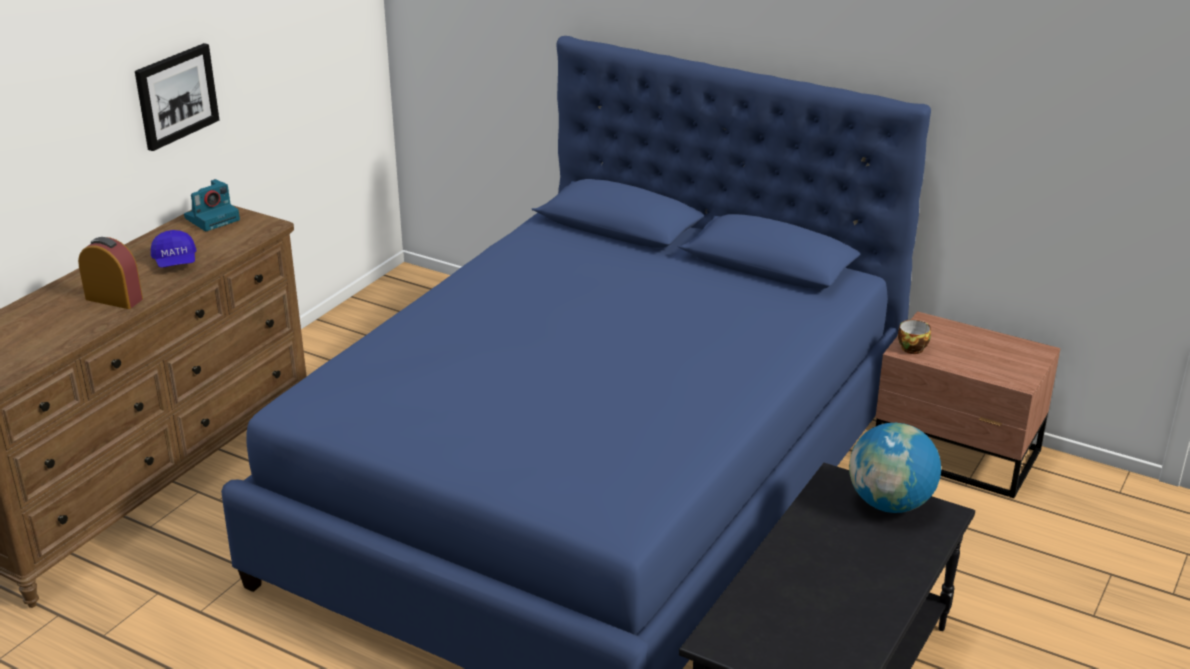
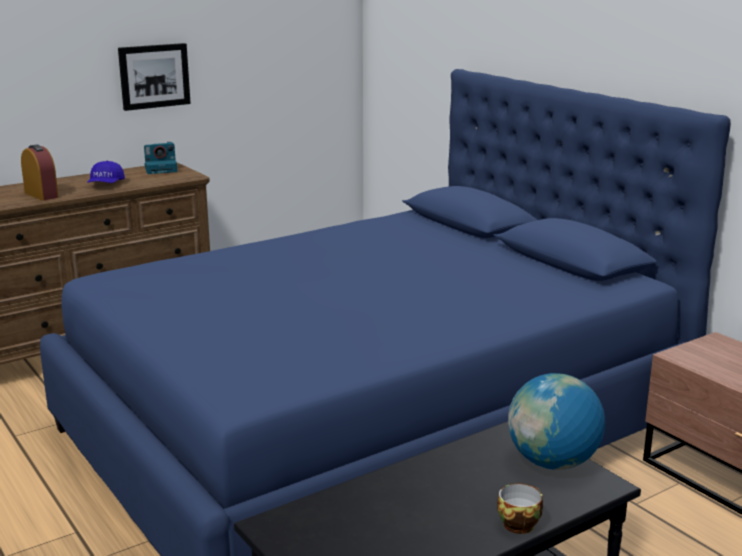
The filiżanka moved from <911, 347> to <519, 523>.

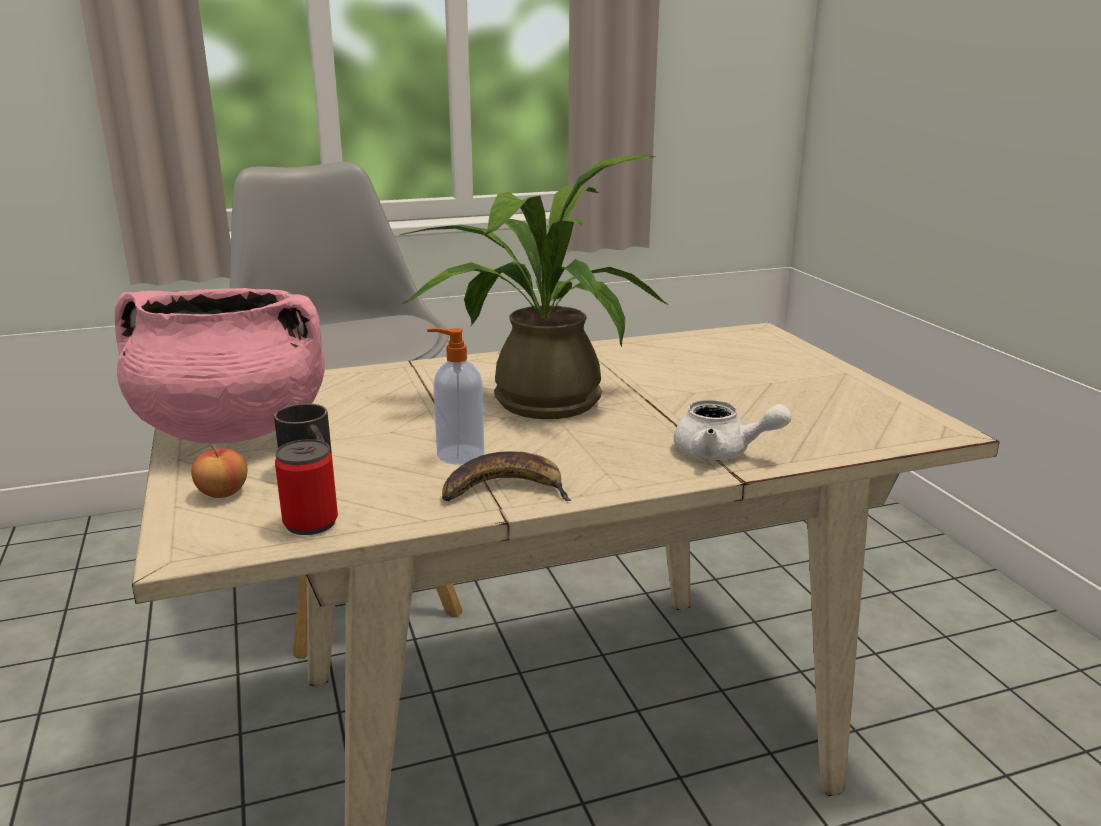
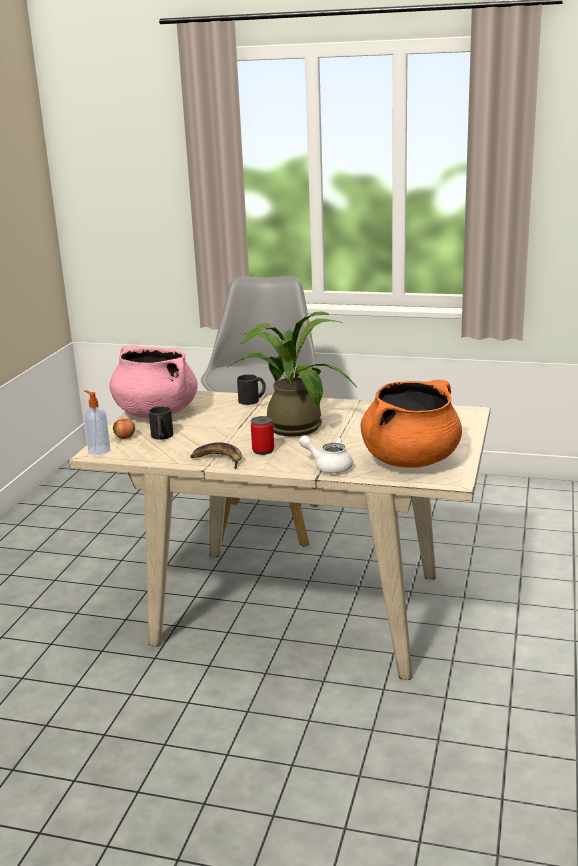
The puszka moved from <311, 523> to <263, 450>.
The dozownik mydła moved from <458, 455> to <98, 450>.
The imbryk (biały) at <722, 453> turned 150 degrees clockwise.
The kubek (czarny) at <252, 400> appeared.
The garnek (pomarańczowy) at <410, 460> appeared.

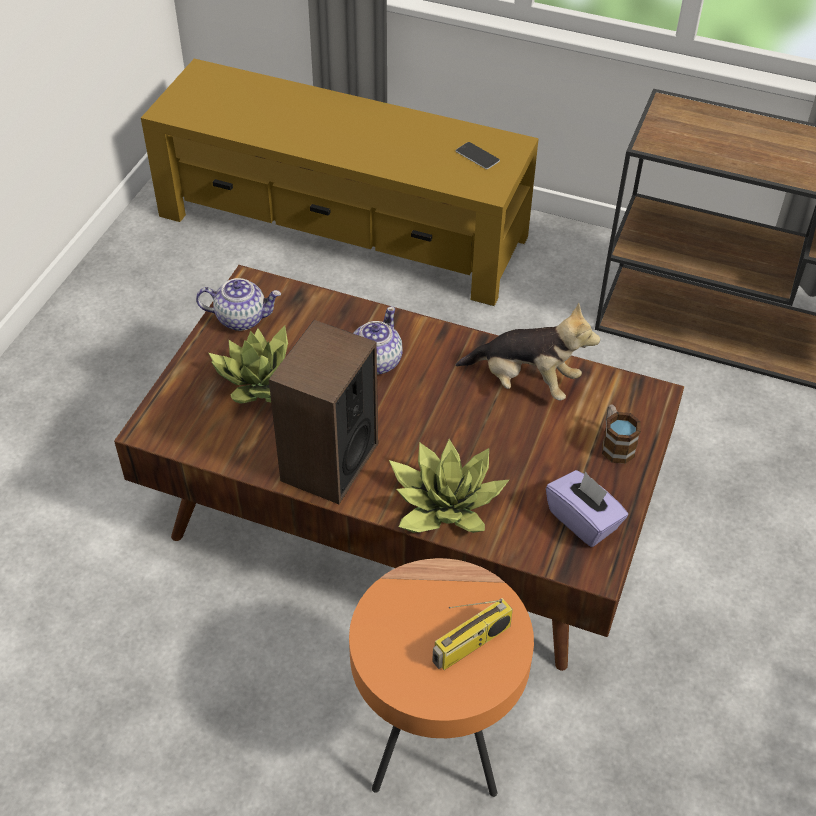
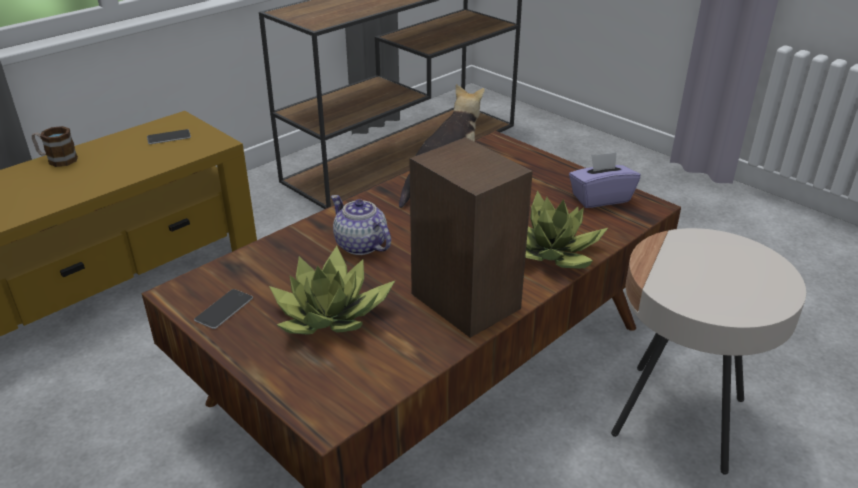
The imbryk at <242, 318> was replaced by the telefon at <224, 309>.
The stolik (pomarańczowy) at <435, 737> became the stolik (beżowy) at <678, 417>.
The radio at <471, 644> disappeared.
The kubek moved from <615, 444> to <57, 160>.

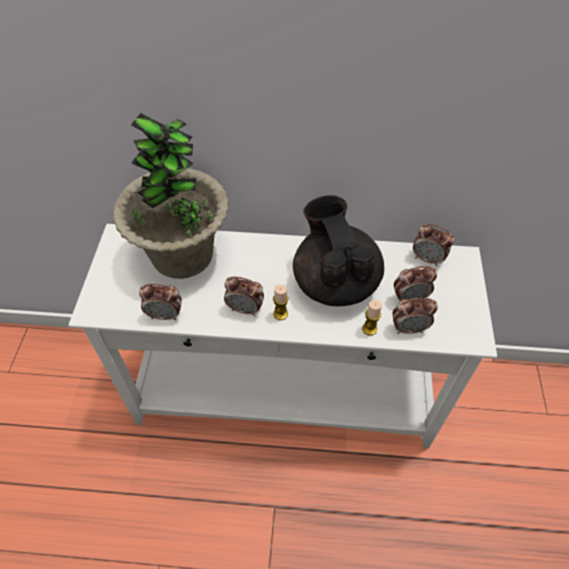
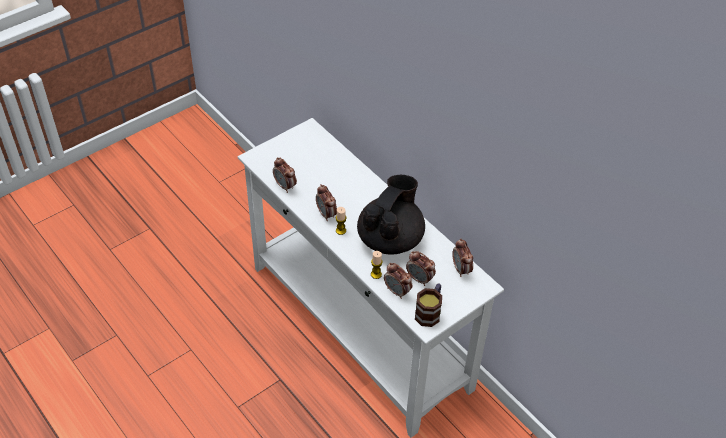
The roślina doniczkowa at <182, 255> disappeared.
The kubek at <429, 312> appeared.

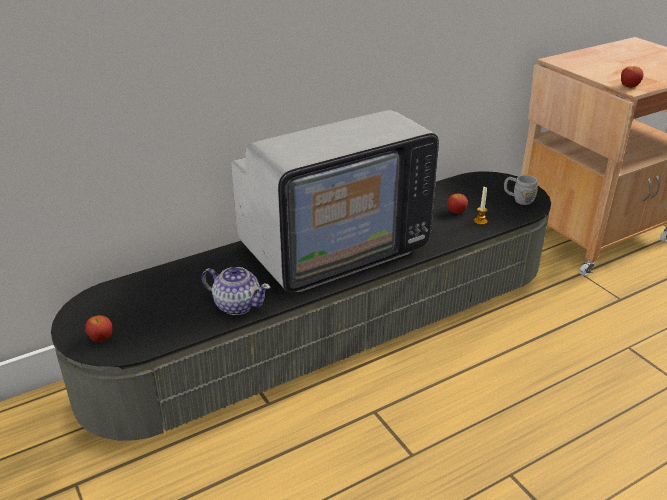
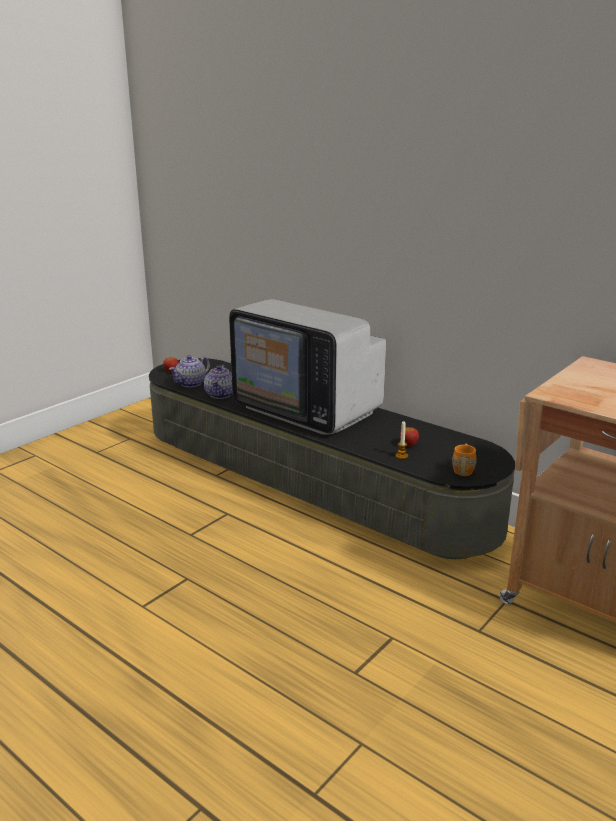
The kubek (szary) at <518, 199> became the kubek (pomarańczowy) at <463, 469>.
The jabłko at <629, 86> disappeared.
The imbryk at <191, 383> appeared.

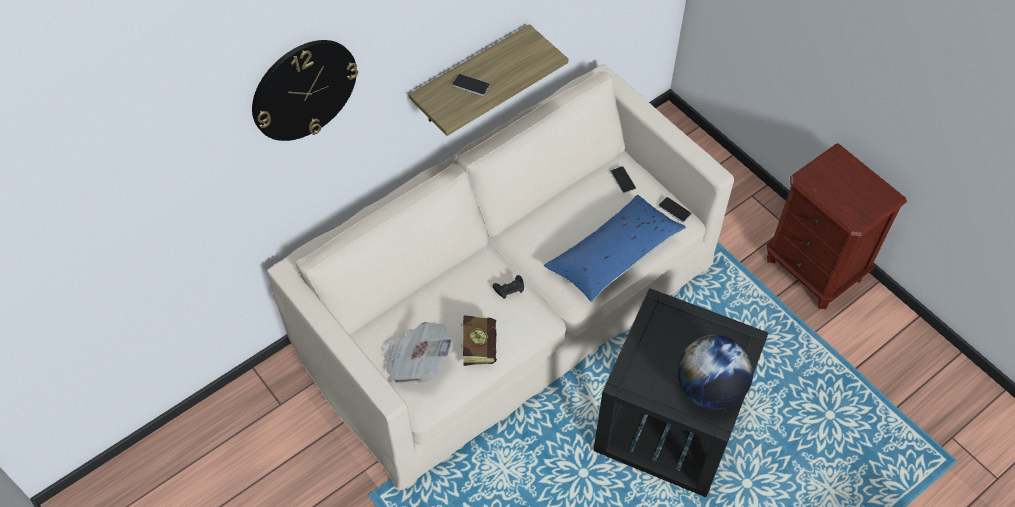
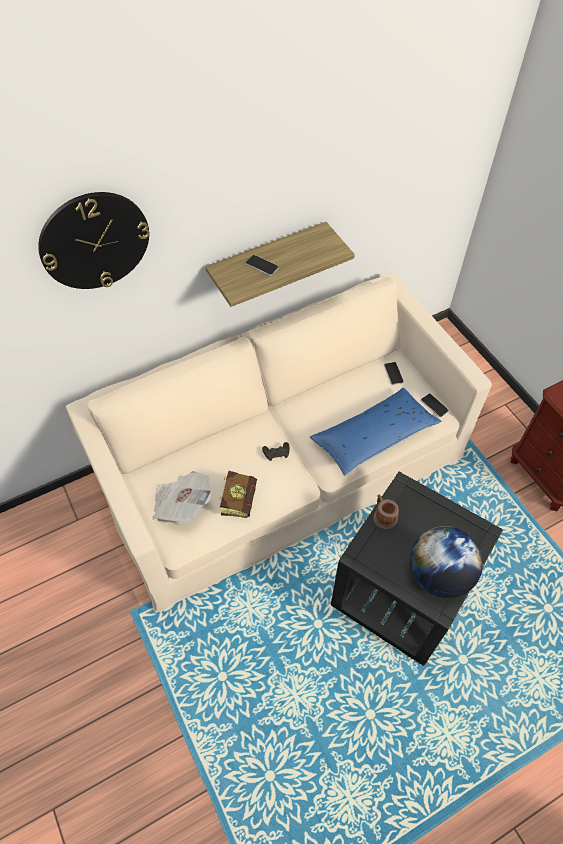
The kubek at <383, 516> appeared.

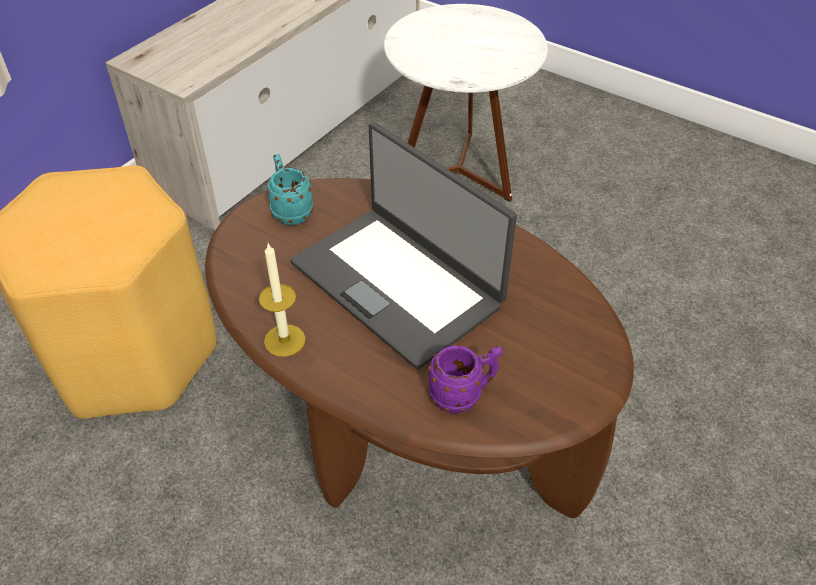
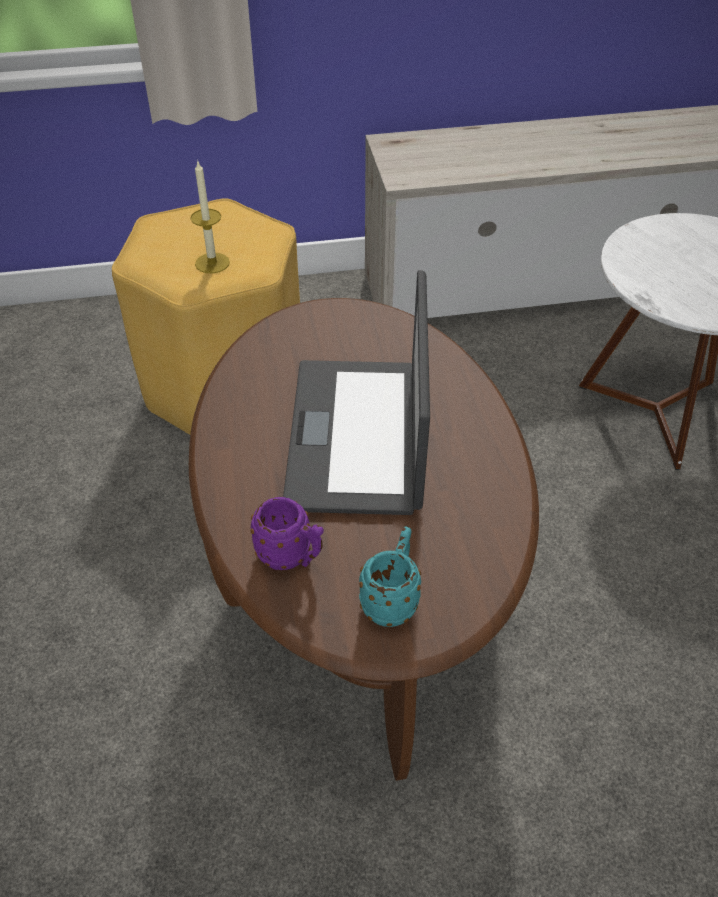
The świeca moved from <284, 340> to <212, 263>.
The kubek (turkusowy) moved from <290, 210> to <392, 599>.

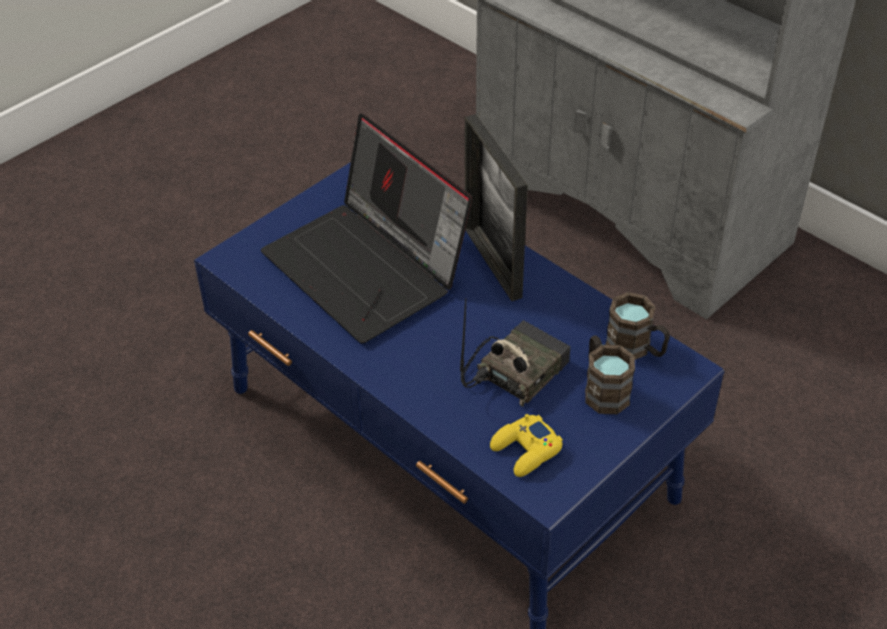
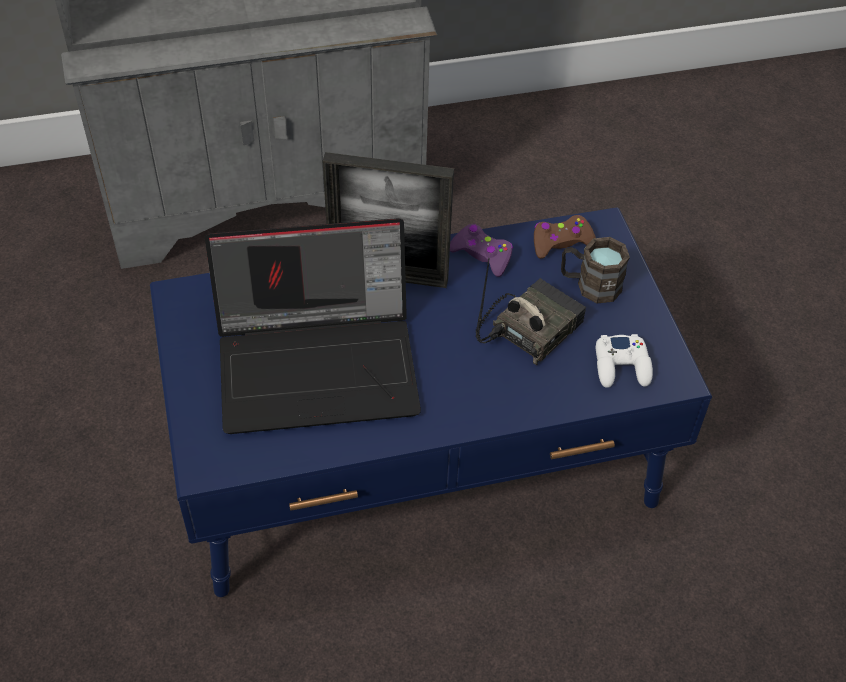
The radio at <514, 370> turned 60 degrees clockwise.
The pad do gier (żółty) at <526, 451> became the pad do gier (biały) at <622, 366>.
The kubek (brązowy) at <636, 349> was replaced by the pad do gier (brązowy) at <561, 242>.
The pad do gier (fioletowy) at <482, 255> appeared.

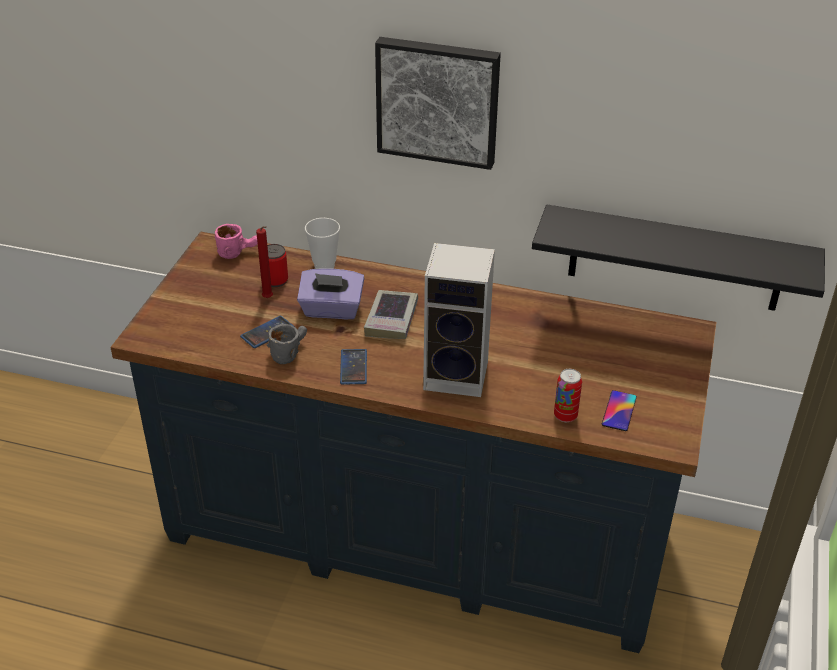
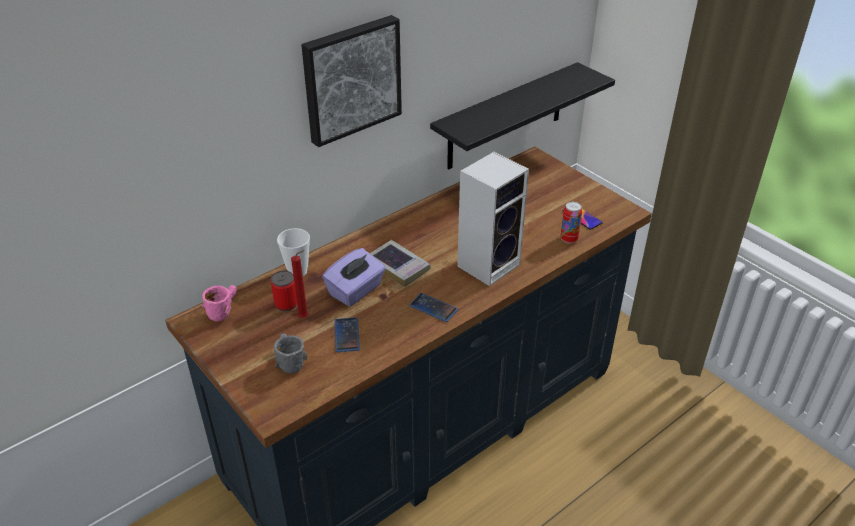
The kubek (szary) moved from <289, 351> to <287, 360>.

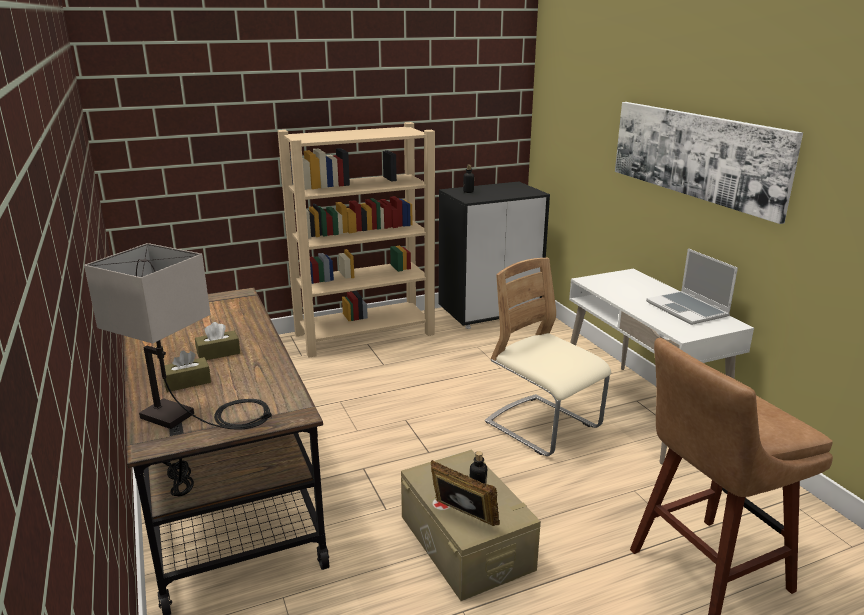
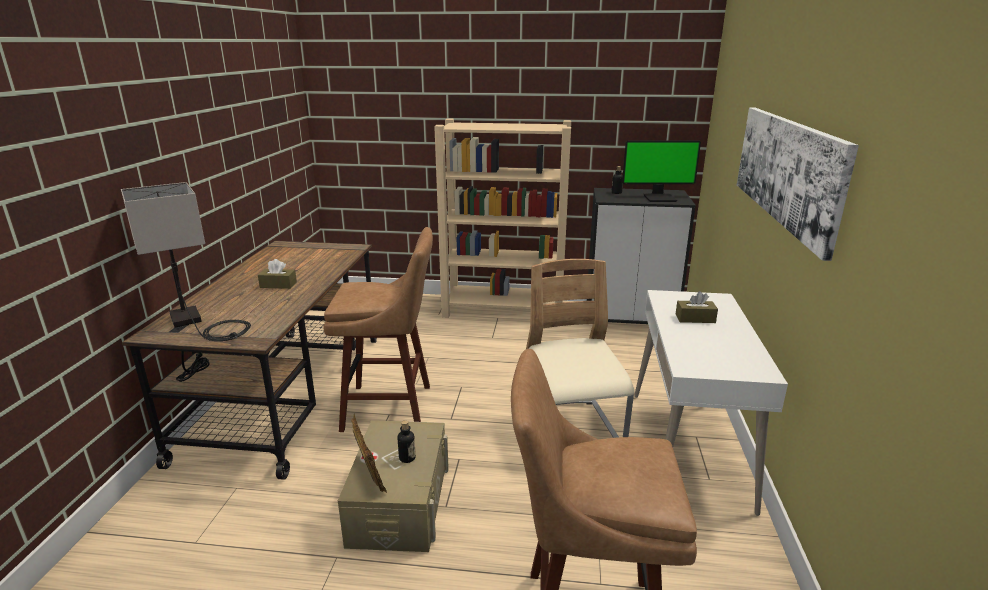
The pudełko chusteczek (brązowy) moved from <187, 382> to <695, 318>.
The laptop at <688, 310> disappeared.
The stołek (brązowy) at <391, 408> appeared.
The monitor at <659, 198> appeared.

